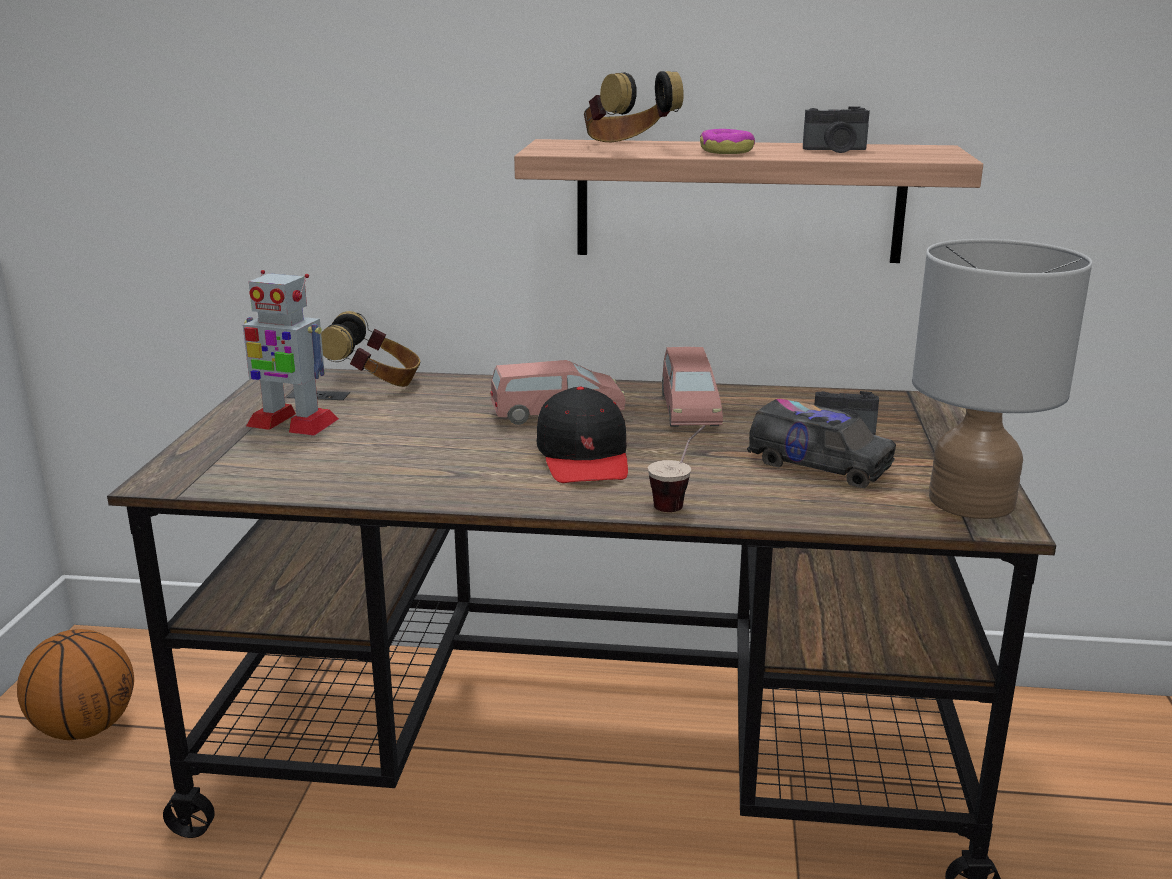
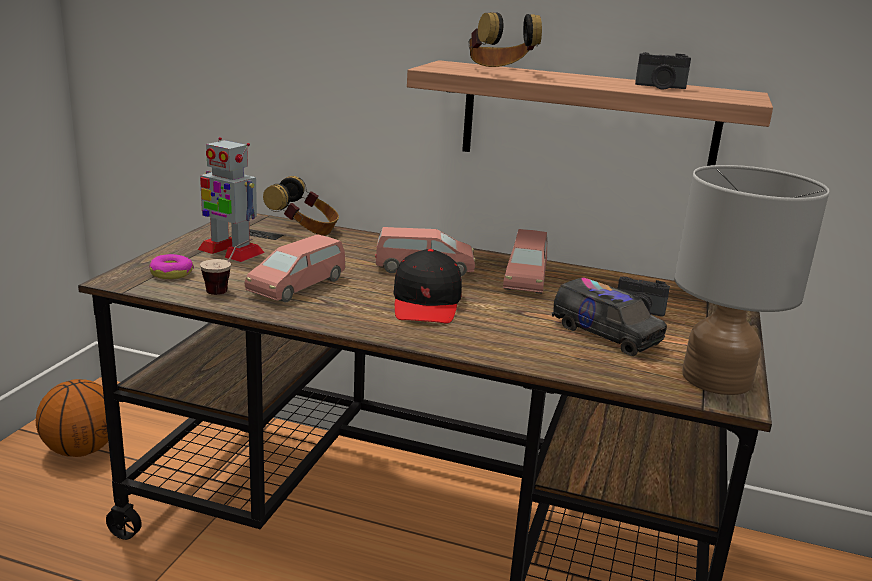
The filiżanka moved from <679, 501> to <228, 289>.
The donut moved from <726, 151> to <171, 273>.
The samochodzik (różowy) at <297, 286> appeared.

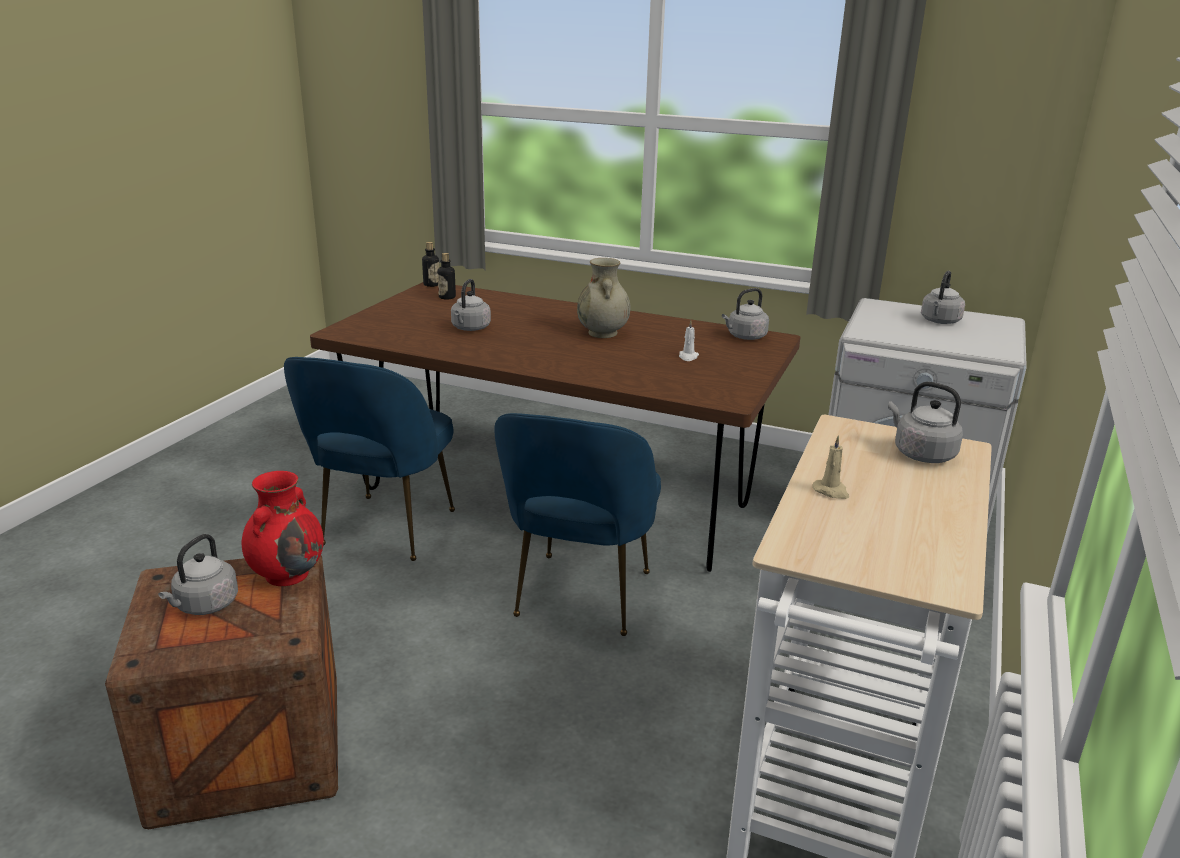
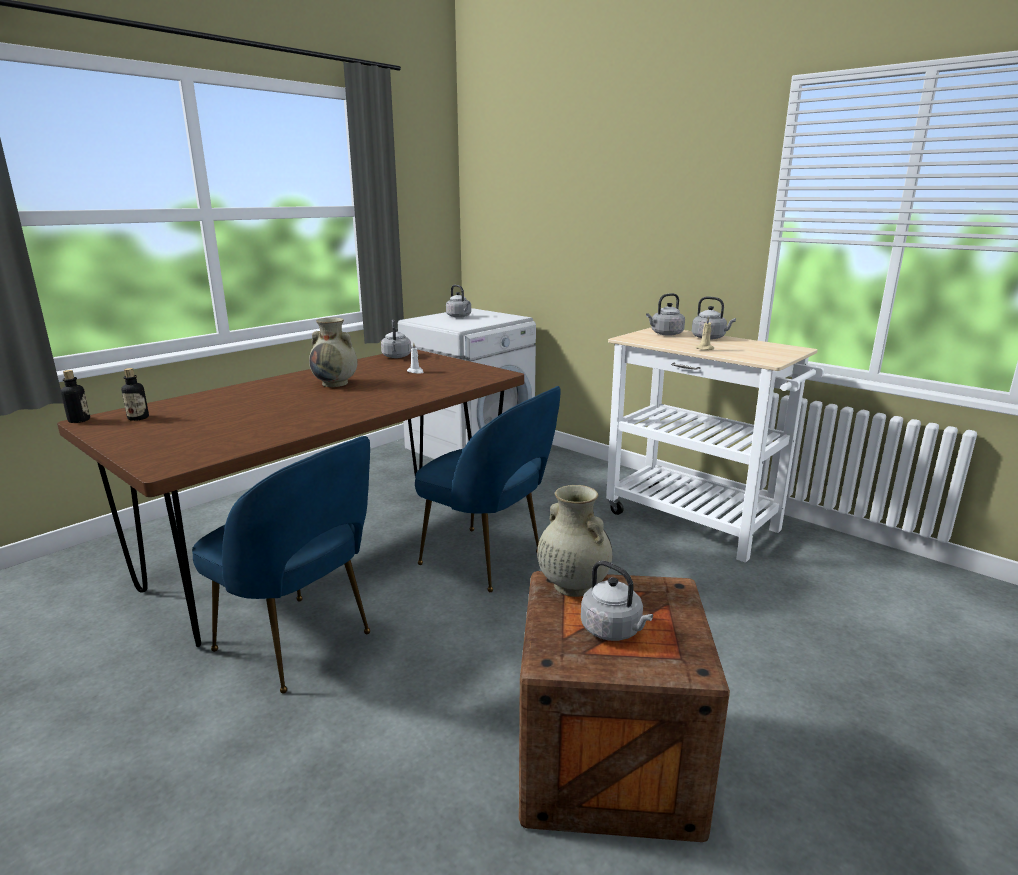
The wazon (czerwony) at <288, 573> became the wazon (beżowy) at <572, 585>.
The czajnik (szary) moved from <470, 328> to <710, 338>.

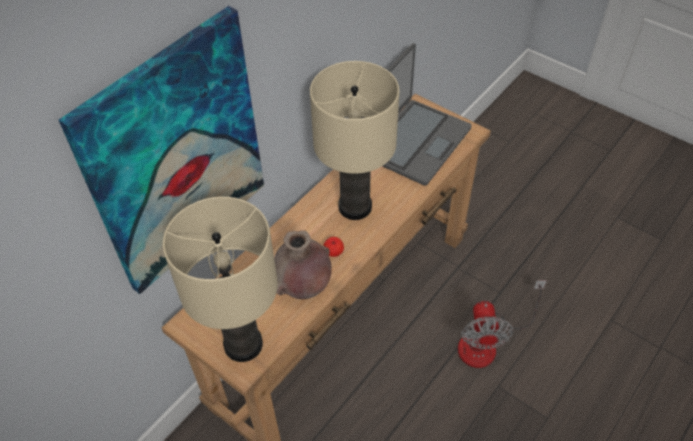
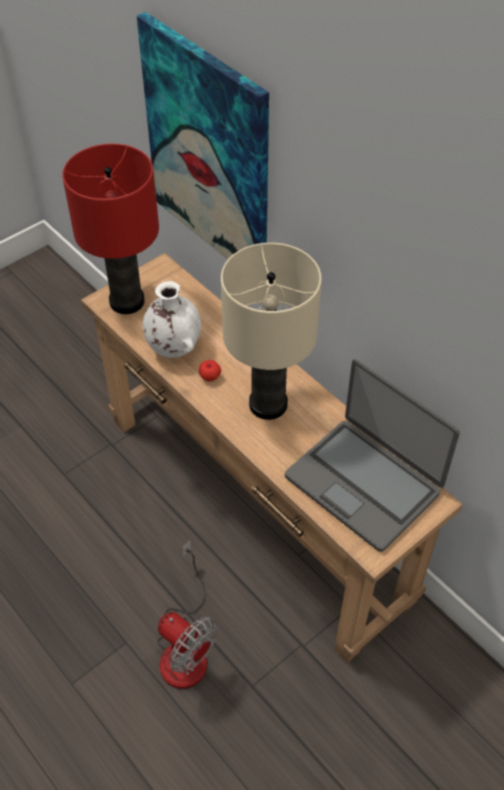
The lampa stołowa (beżowy) at <244, 344> became the lampa stołowa (czerwony) at <127, 302>.
The wazon (brązowy) at <304, 287> became the wazon (biały) at <173, 349>.
The wentylator at <487, 342> turned 150 degrees counterclockwise.

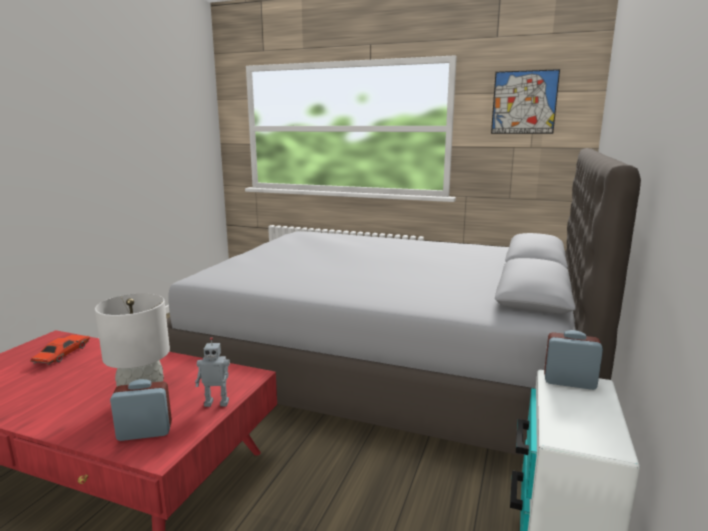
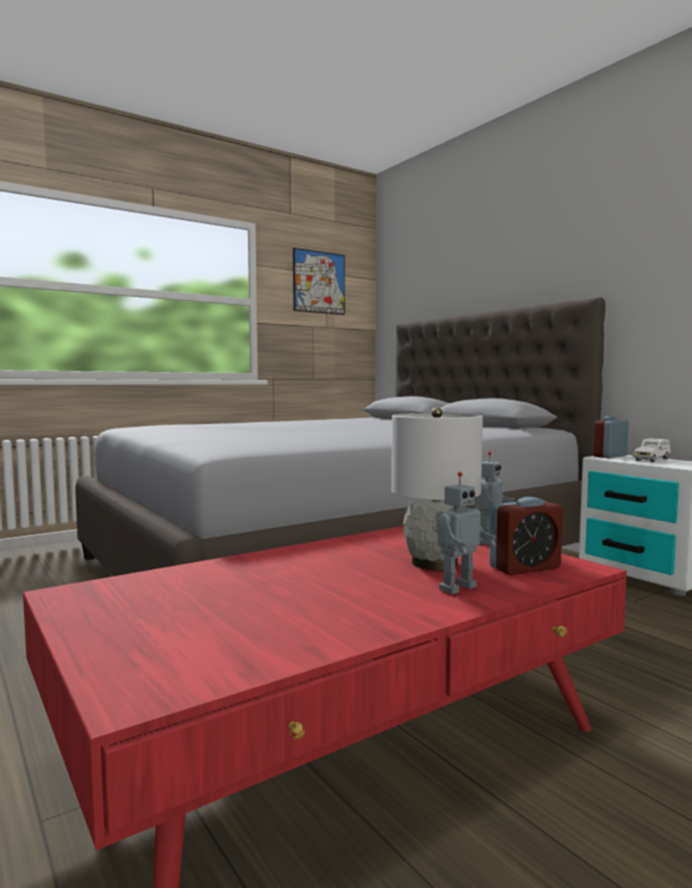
The samochodzik (czerwony) at <62, 355> disappeared.
The budzik at <145, 432> turned 135 degrees counterclockwise.
The robot zabawkowy at <456, 588> appeared.
The samochodzik (biały) at <652, 459> appeared.

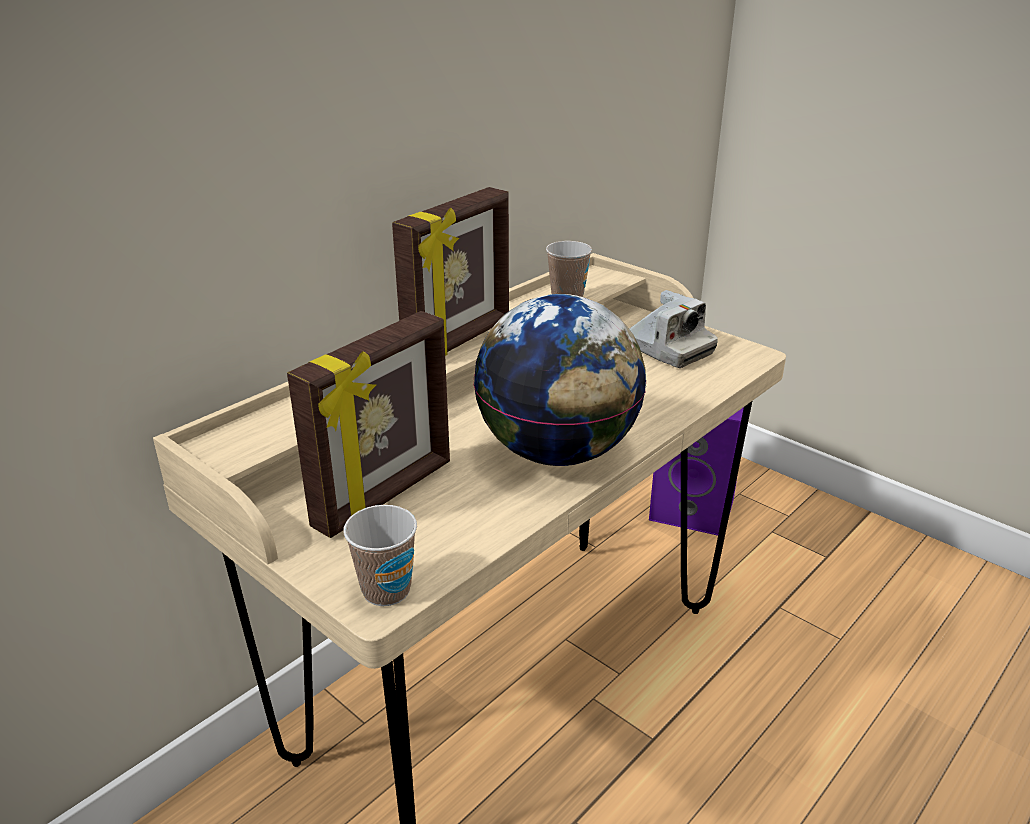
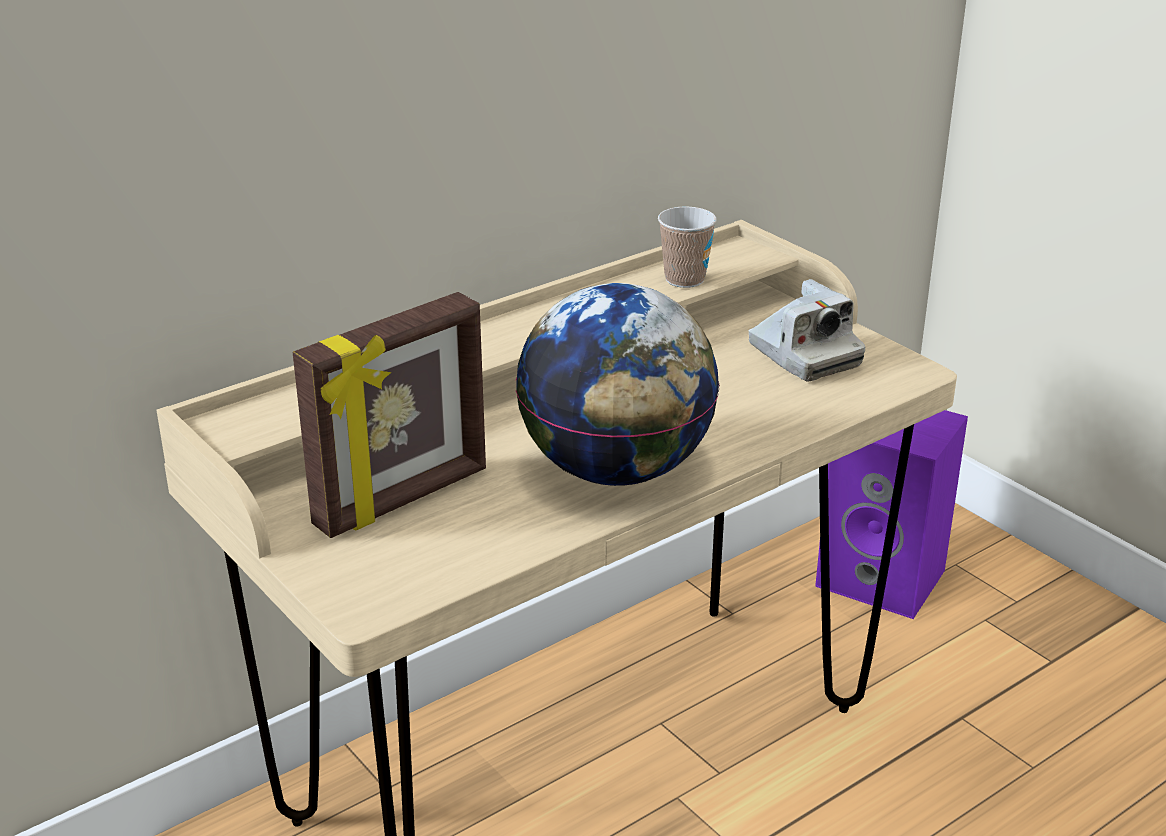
The filiżanka at <386, 590> disappeared.
The ramka na zdjęcie at <459, 341> disappeared.

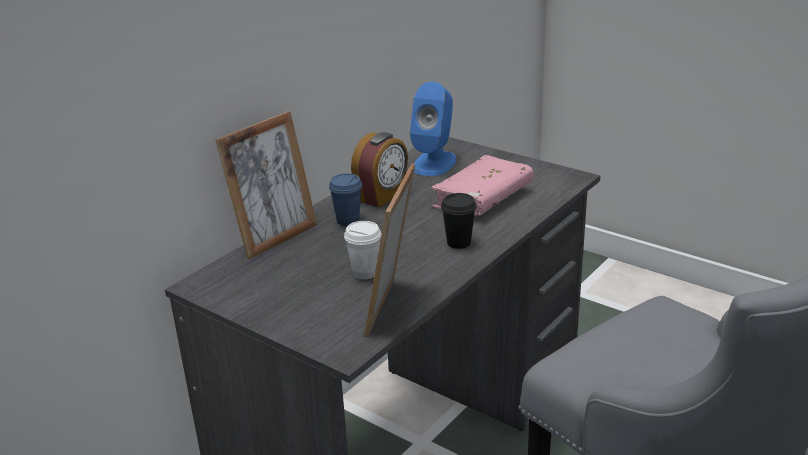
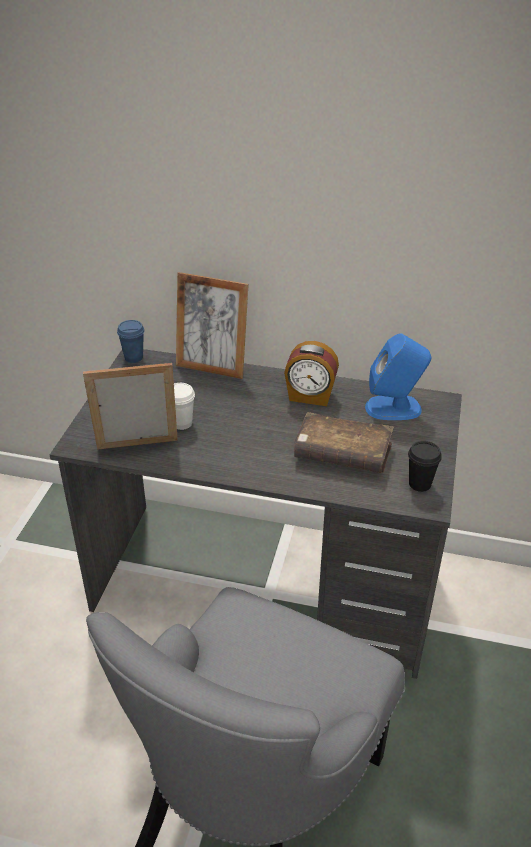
The filiżanka (niebieski) moved from <348, 221> to <133, 357>.
The książka (różowy) at <482, 198> became the książka (brązowy) at <342, 454>.
The filiżanka (czarny) moved from <458, 243> to <419, 484>.

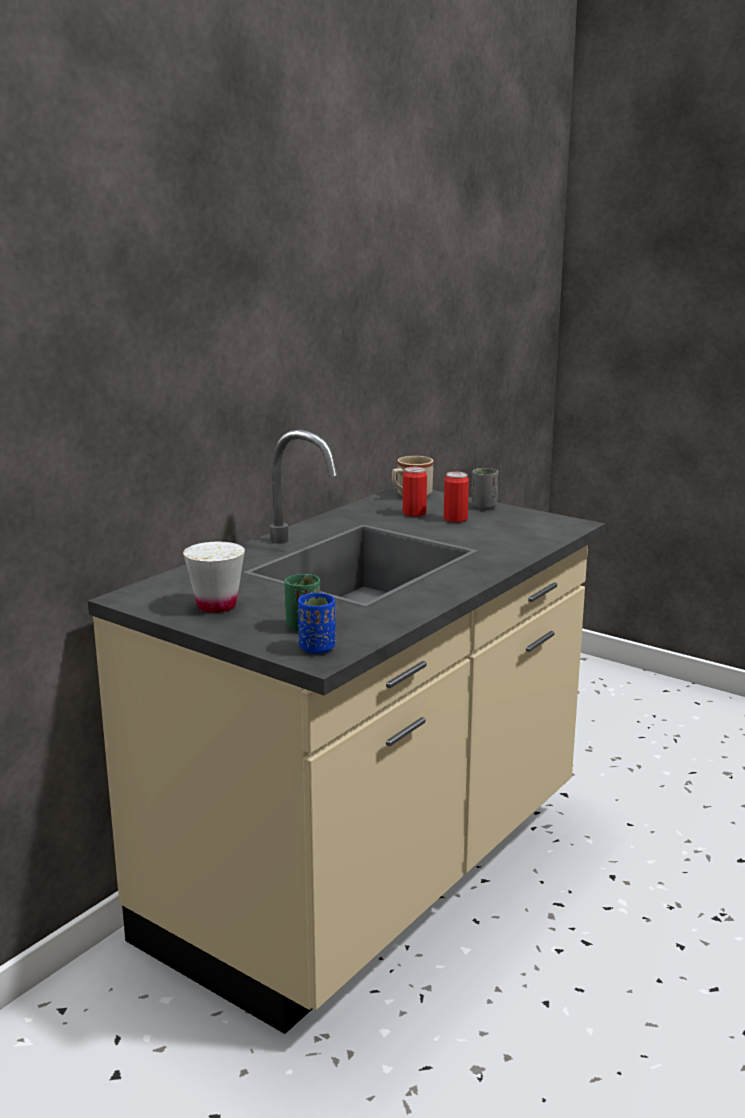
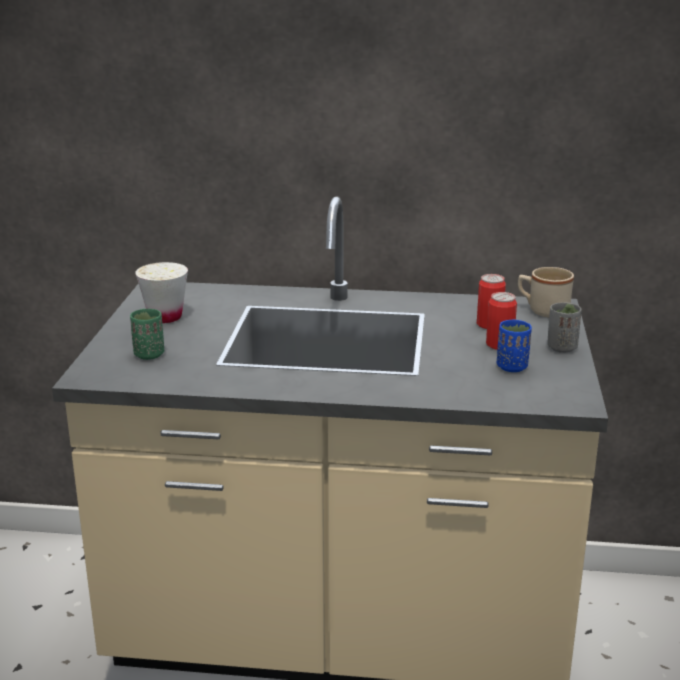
The filiżanka (niebieski) moved from <317, 648> to <512, 367>.

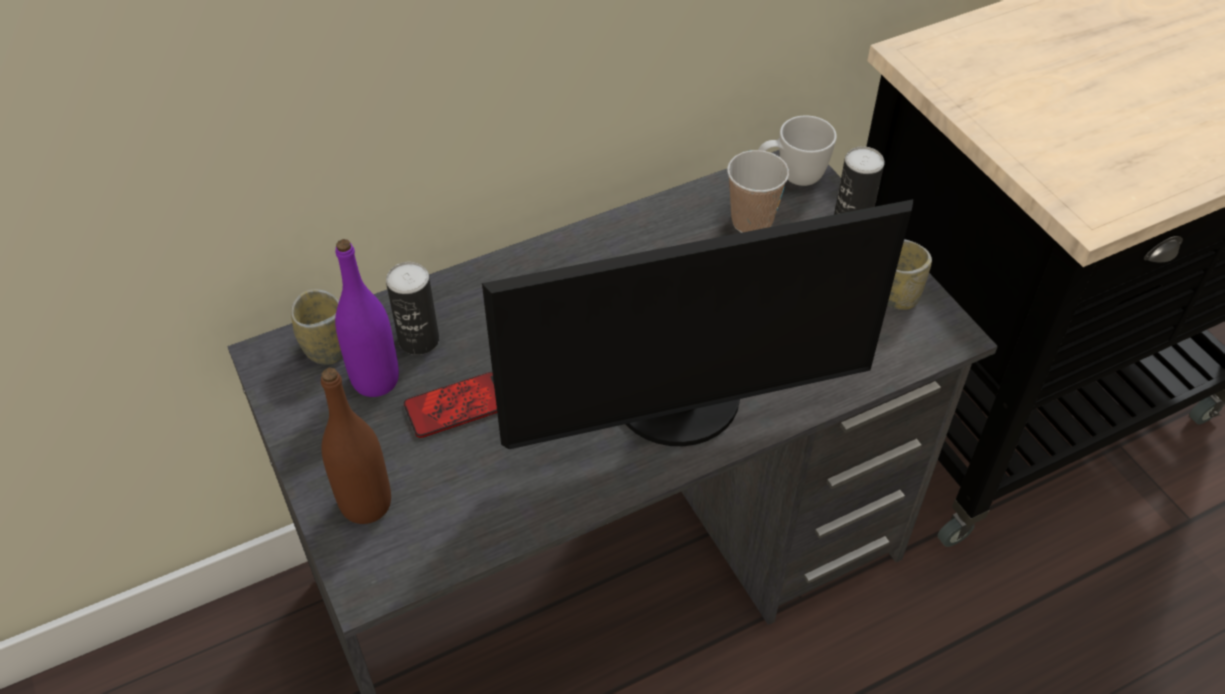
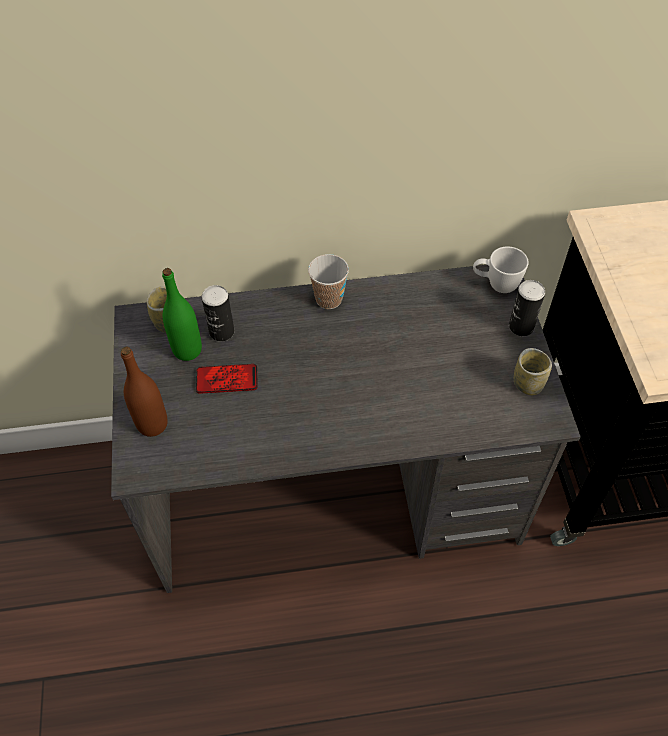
The butelka (fioletowy) at <375, 380> became the butelka (zielony) at <187, 350>.
The monitor at <681, 406> disappeared.
The filiżanka moved from <752, 222> to <329, 299>.

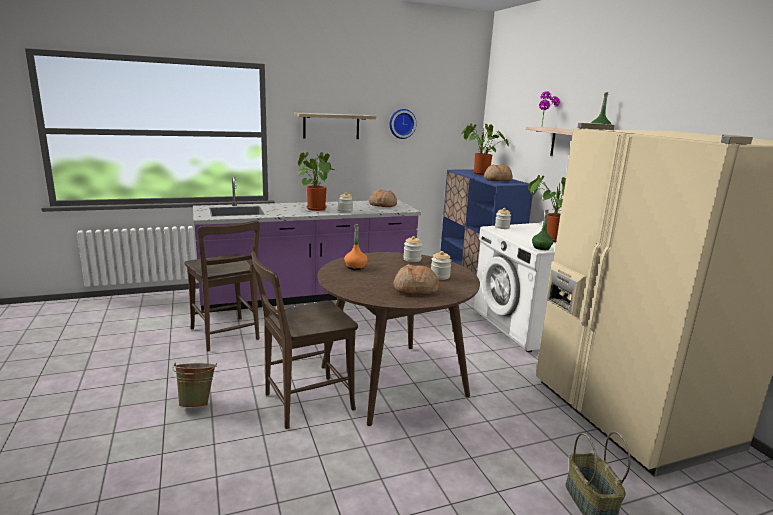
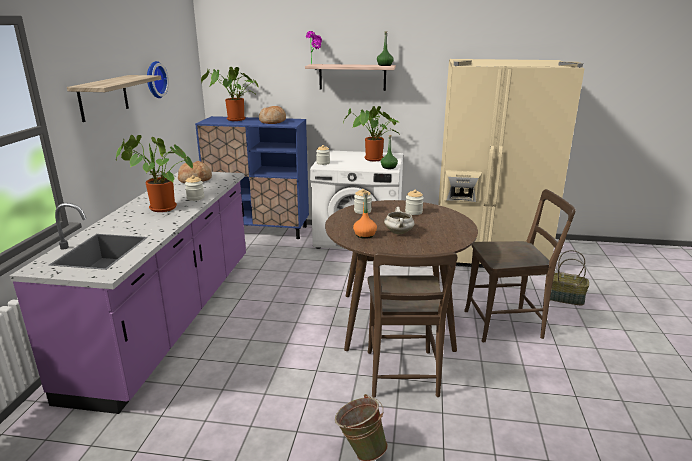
The krzesło (brązowy) moved from <226, 335> to <507, 324>.
The chleb at <415, 289> disappeared.
The garnek (biały) at <399, 233> appeared.

